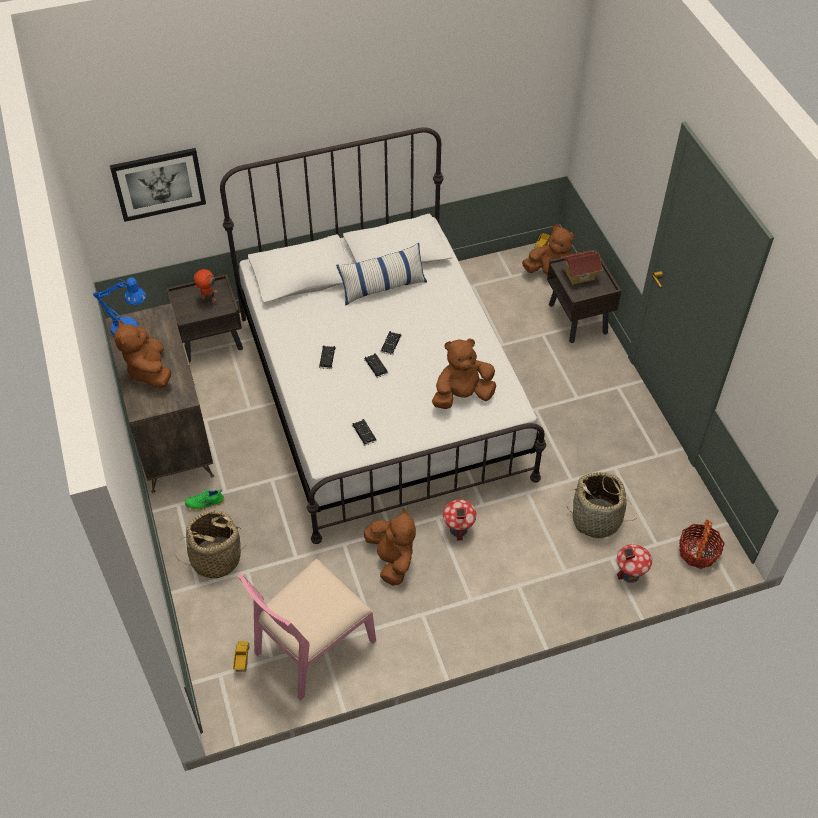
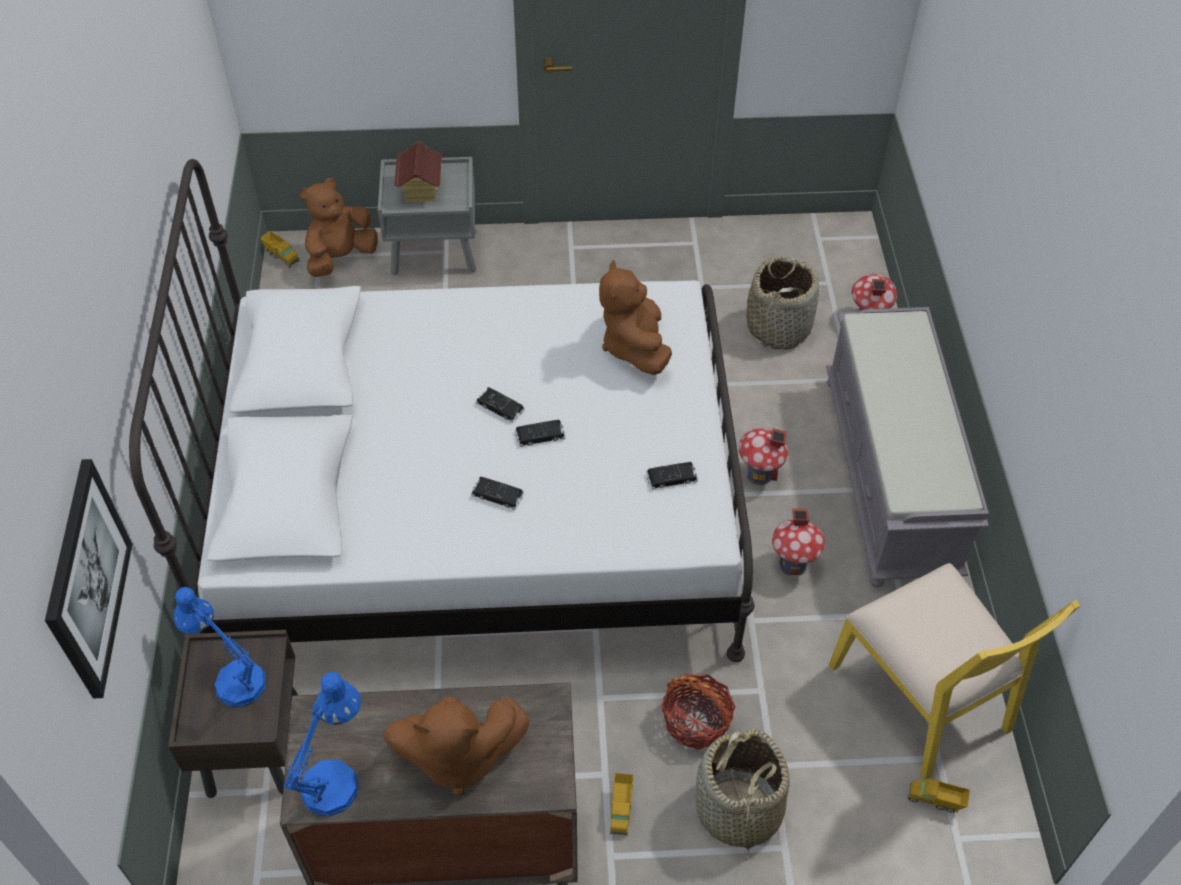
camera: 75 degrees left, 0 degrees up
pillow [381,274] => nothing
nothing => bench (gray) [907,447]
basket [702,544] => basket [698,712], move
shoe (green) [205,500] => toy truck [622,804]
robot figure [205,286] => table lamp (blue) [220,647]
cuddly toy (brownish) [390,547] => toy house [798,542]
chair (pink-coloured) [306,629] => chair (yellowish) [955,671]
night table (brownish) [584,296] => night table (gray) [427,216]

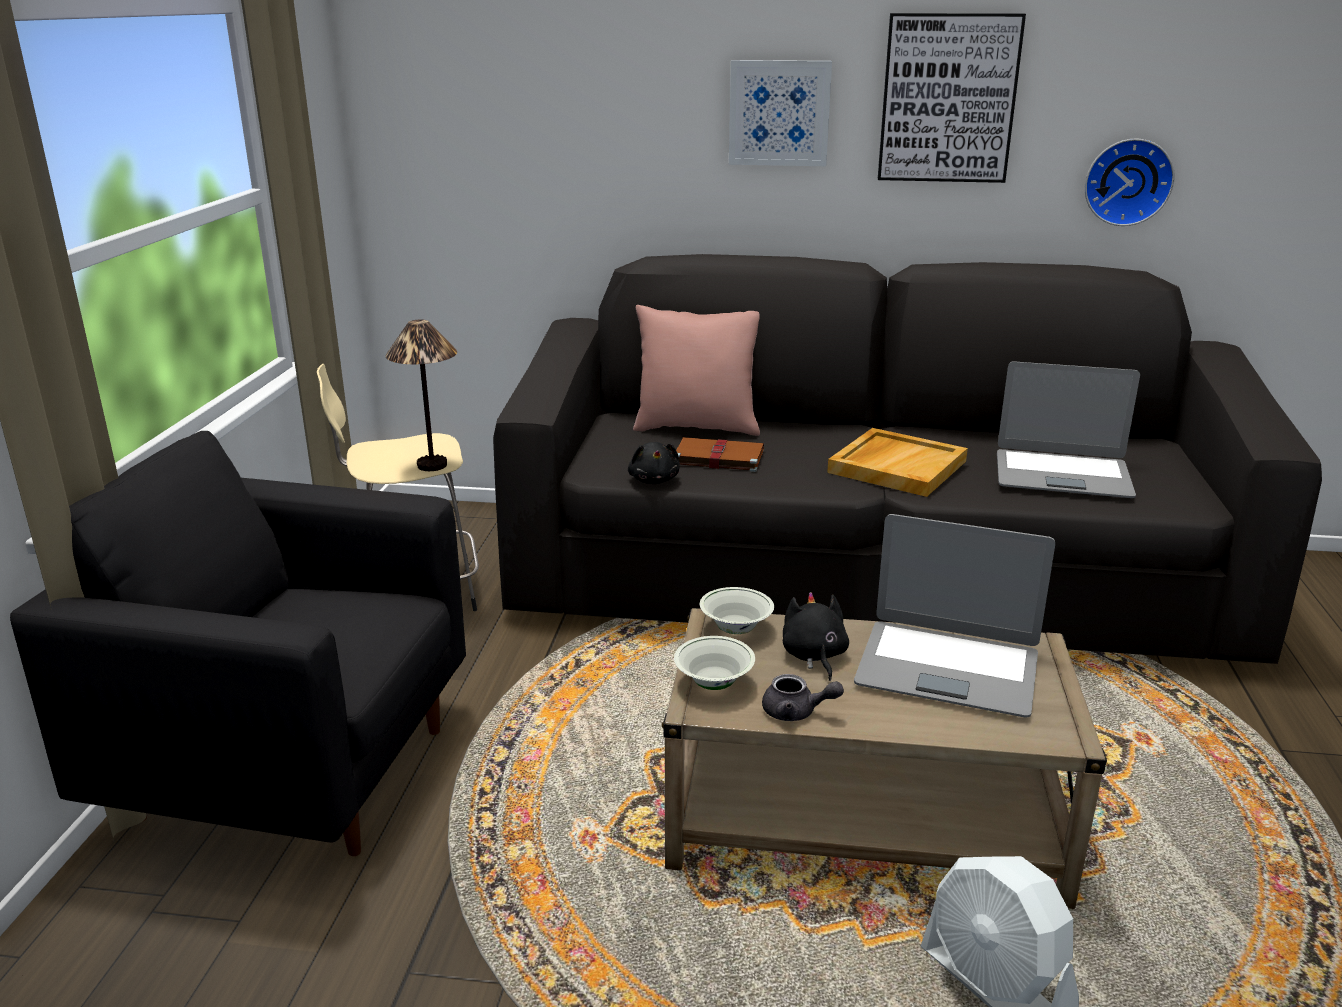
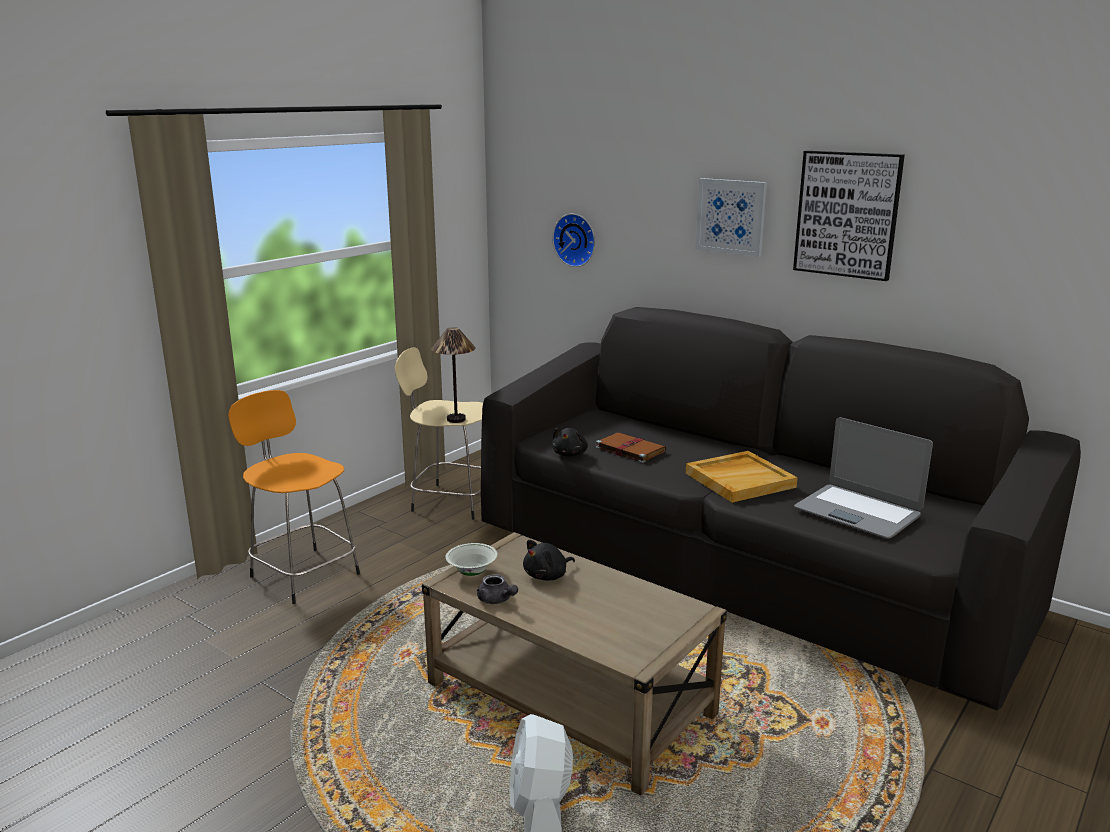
camera: 30 degrees right, 5 degrees down
pillow (pink-coloured) [696,370] => nothing
bowl (white) [737,610] => nothing
laptop [954,616] => nothing
wall clock [1130,182] => wall clock [573,240], move
lounge chair (blackish) [238,643] => sitting stool (orangey) [294,497]
cuddly toy (blackish) [816,636] => cuddly toy (blackish) [549,560], 150 degrees counterclockwise

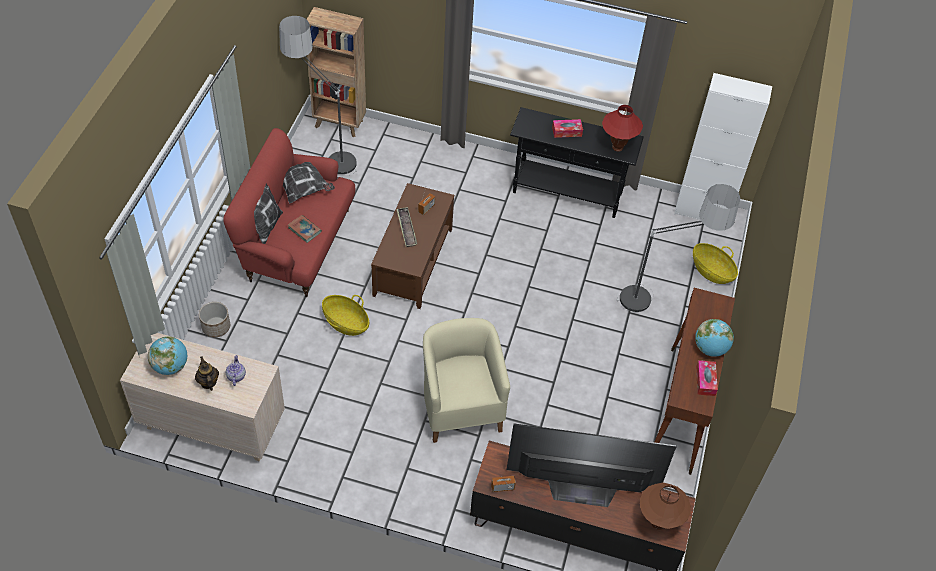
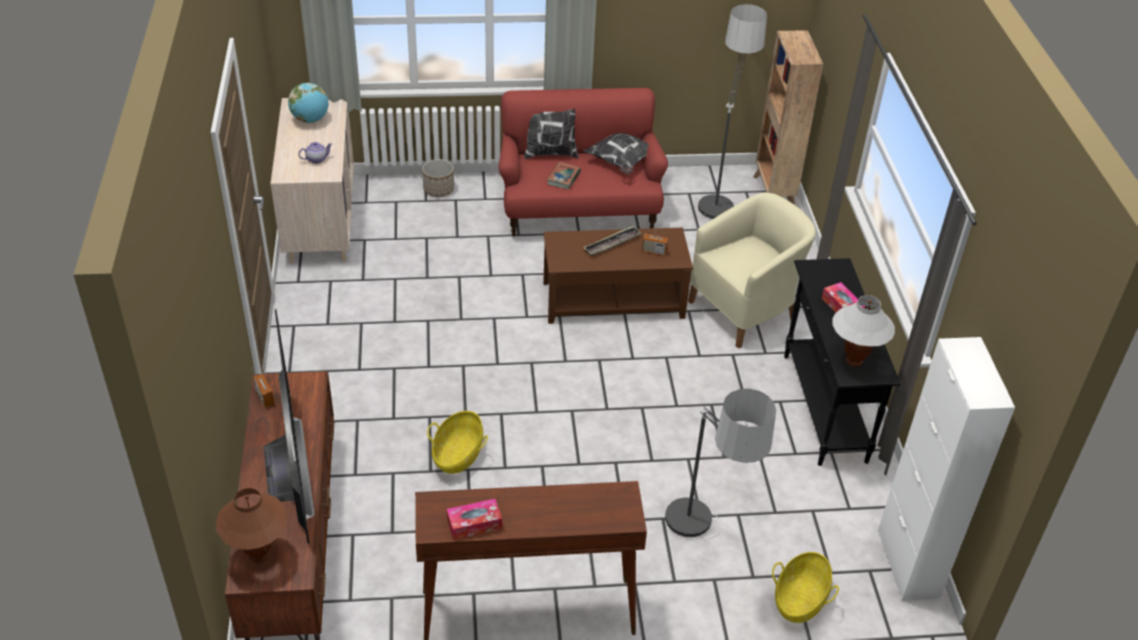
camera: 70 degrees right, 10 degrees down
teapot [207,373] => nothing
globe [714,338] => nothing
basket [345,315] => basket [457,442], move
lounge chair (sand-coloured) [466,380] => lounge chair (sand-coloured) [752,271], move
table lamp (red) [622,128] => table lamp (white) [864,331]

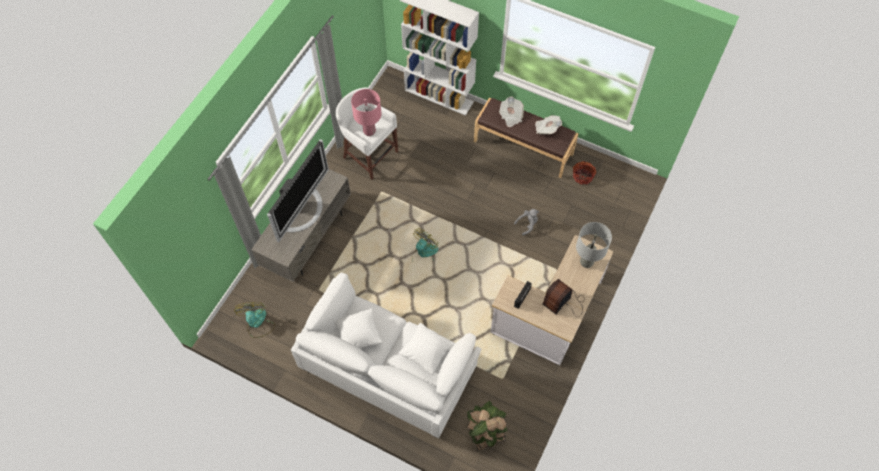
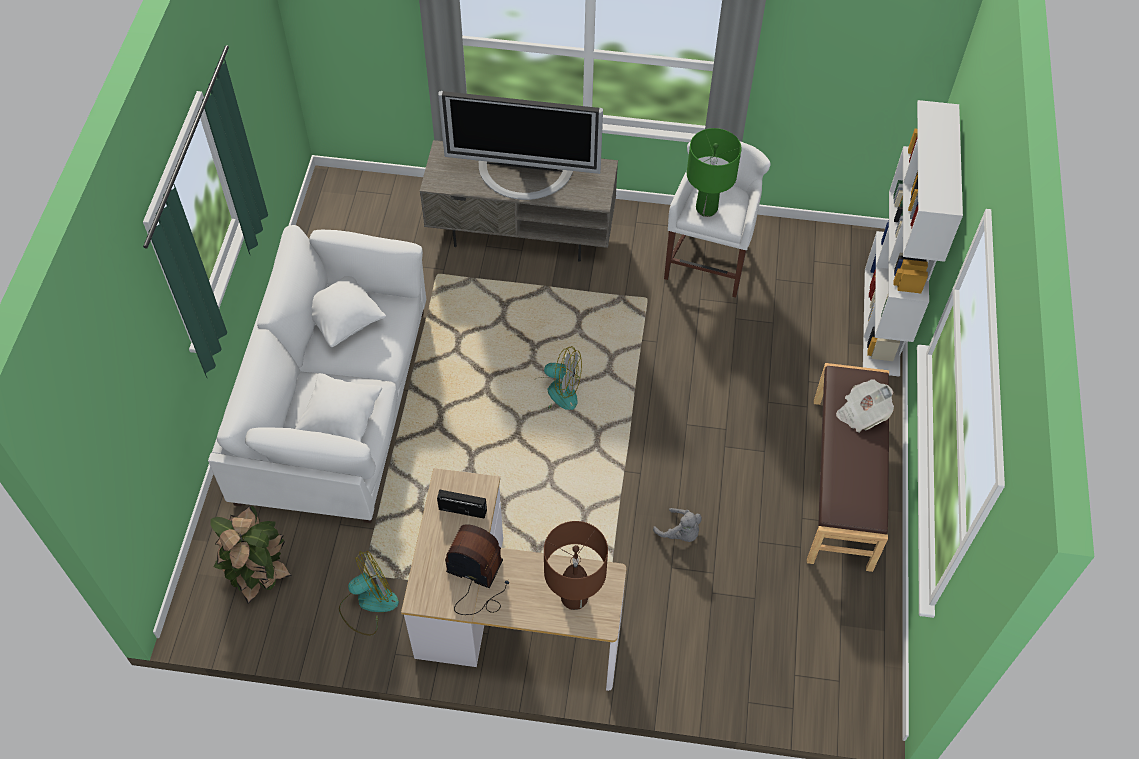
camera: 70 degrees right, 5 degrees down
printed paper [548,124] => nothing
basket [584,172] => nothing
electric fan [255,320] => electric fan [369,593], move
table lamp (pink-coloured) [366,112] => table lamp (green) [714,172]
table lamp (gray) [594,245] => table lamp (brownish) [576,565]

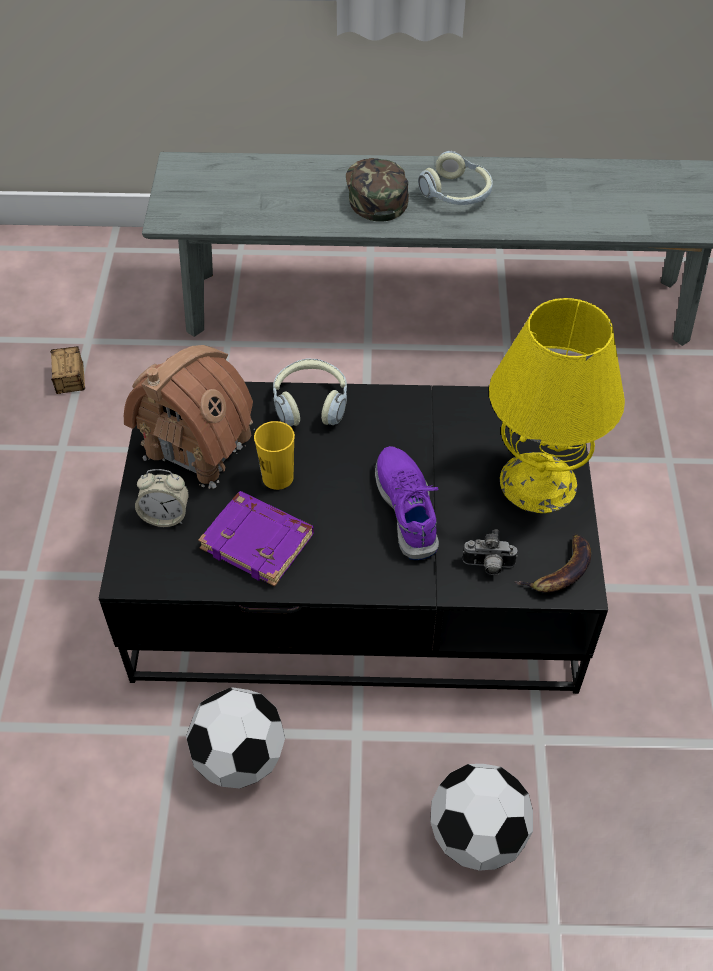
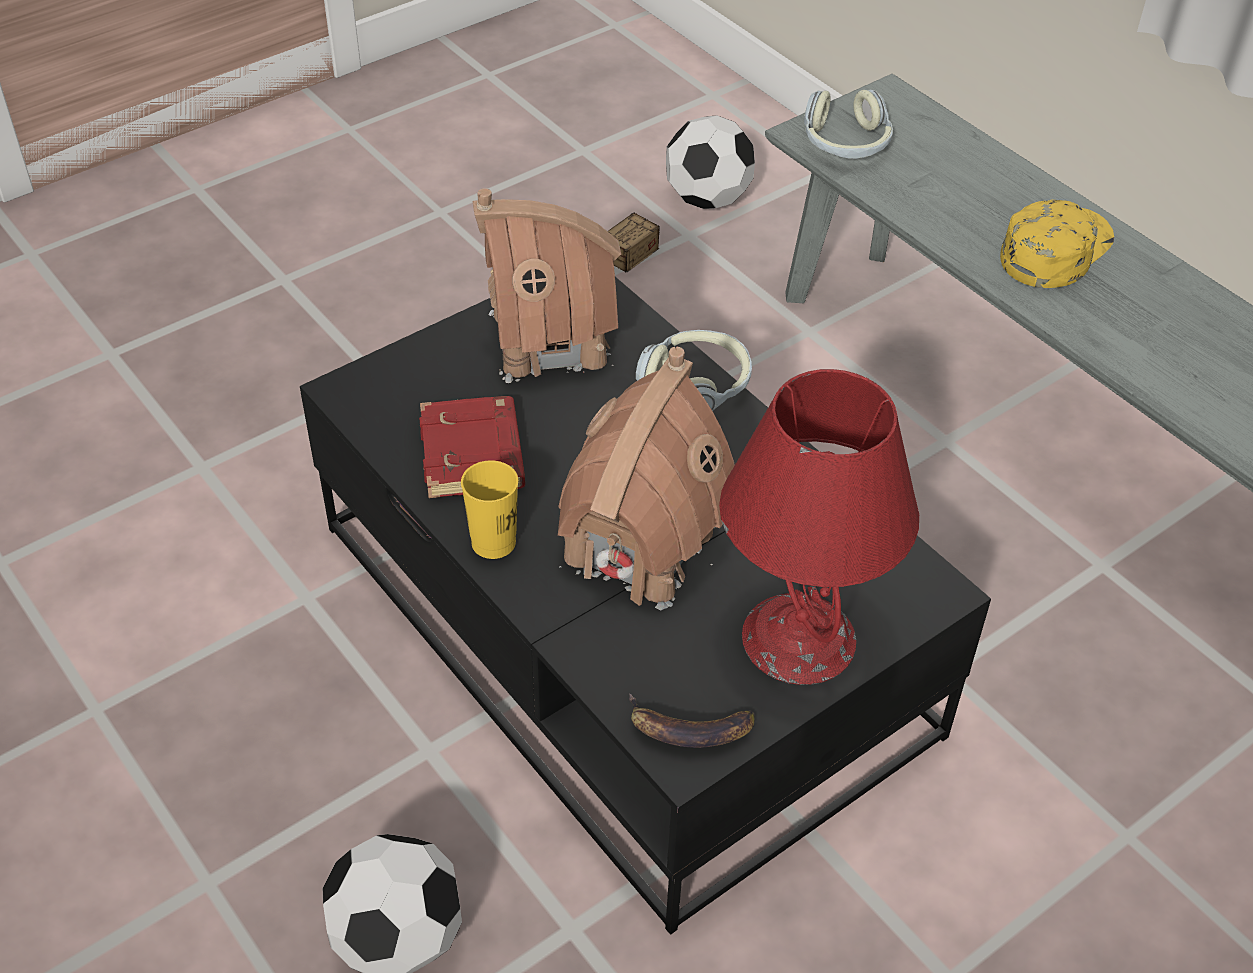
camera: 50 degrees right, 5 degrees down
table clock [162,498] => nothing
photo camera [490,552] => nothing
ball for football [235,738] => ball for football [710,162], move
cup (yellowish) [274,455] => cup (yellowish) [489,509], move
headphones [455,178] => headphones [848,124], move
shoe (purple) [407,503] => toy house [646,479]
book (purple) [256,539] => book (red) [472,447]
peaked cap (green) [377,190] => peaked cap (yellowish) [1057,244]
table lamp (yellowish) [557,405] => table lamp (red) [819,527]

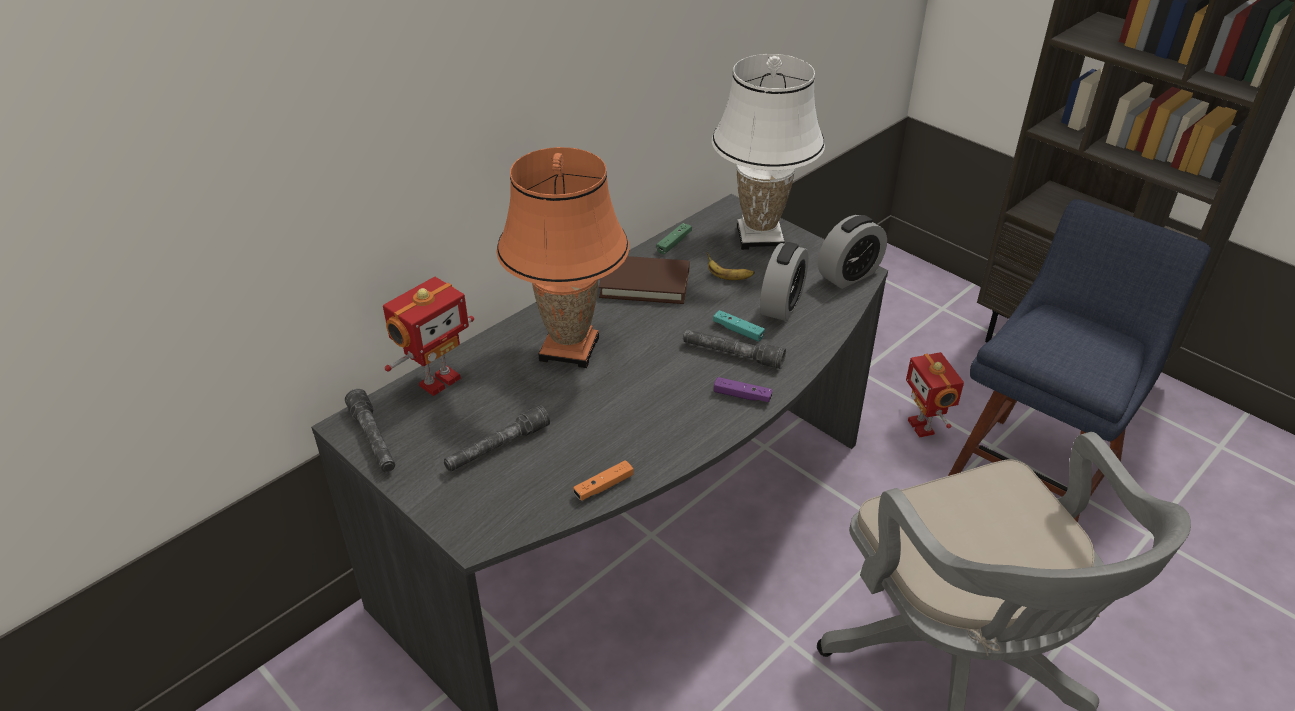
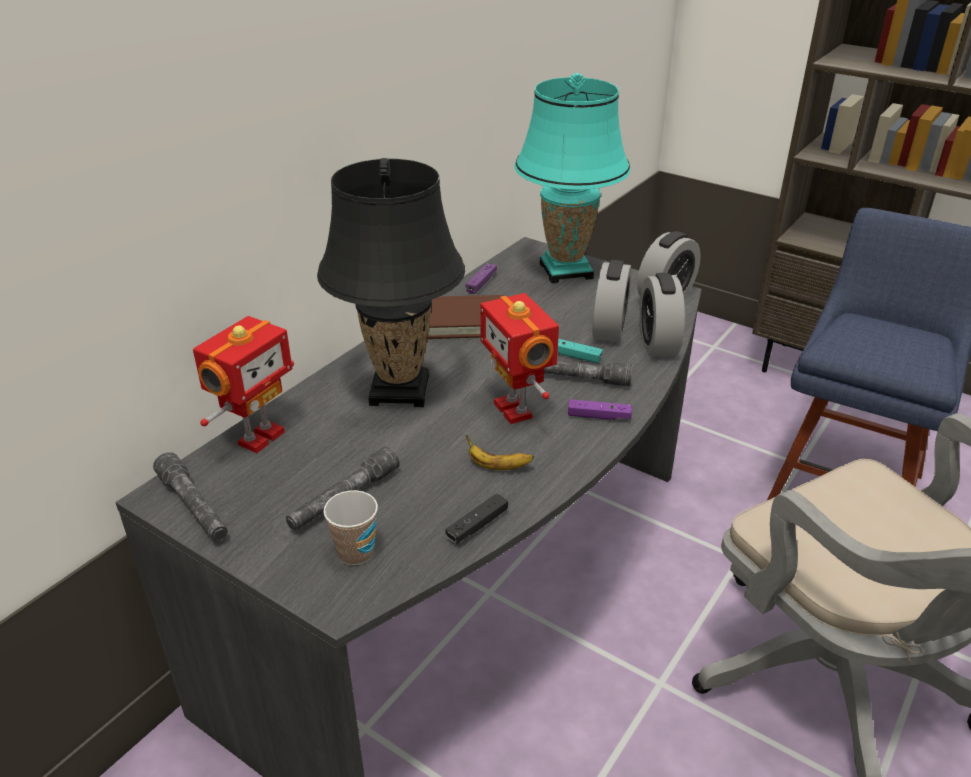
camera: 10 degrees left, 5 degrees down
nothing => cup [350,527]
nothing => table clock [662,314]
banana fruit [731,266] => banana fruit [500,452], move
robot figure [935,395] => robot figure [519,358], move
table lamp (orangey) [563,257] => table lamp (blackish) [391,282]
gamepad (orangey) [603,480] => gamepad (blackish) [476,518]
gamepad (green) [674,238] => gamepad (purple) [481,278]
table lamp (white) [768,152] => table lamp (blue-green) [572,178]

